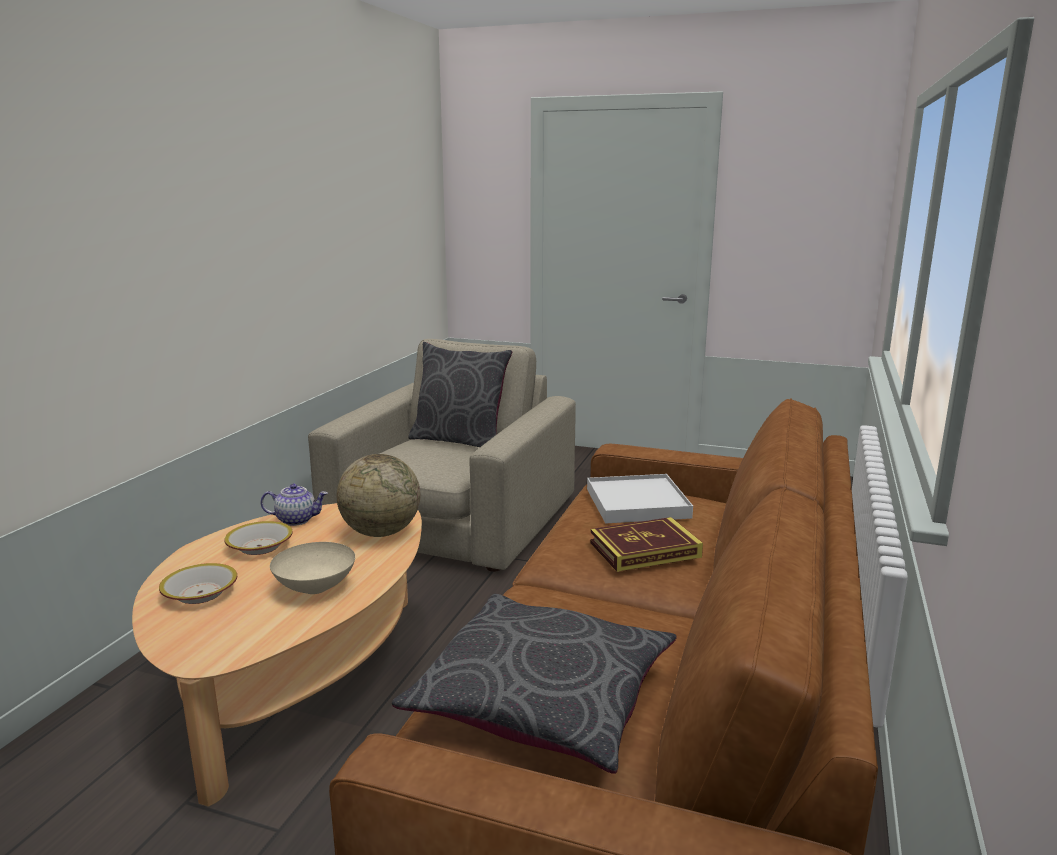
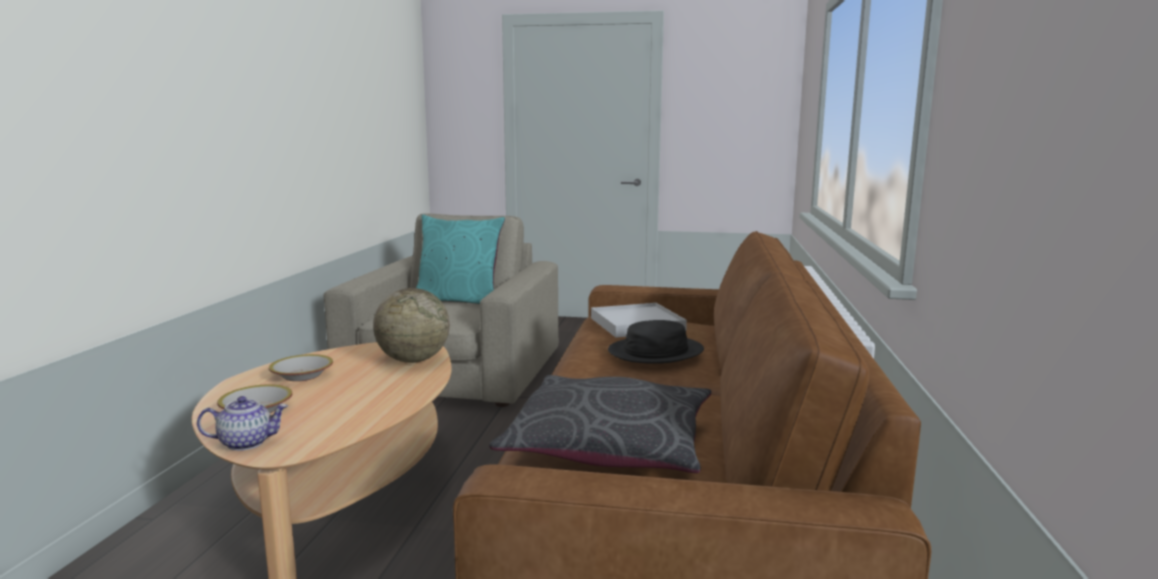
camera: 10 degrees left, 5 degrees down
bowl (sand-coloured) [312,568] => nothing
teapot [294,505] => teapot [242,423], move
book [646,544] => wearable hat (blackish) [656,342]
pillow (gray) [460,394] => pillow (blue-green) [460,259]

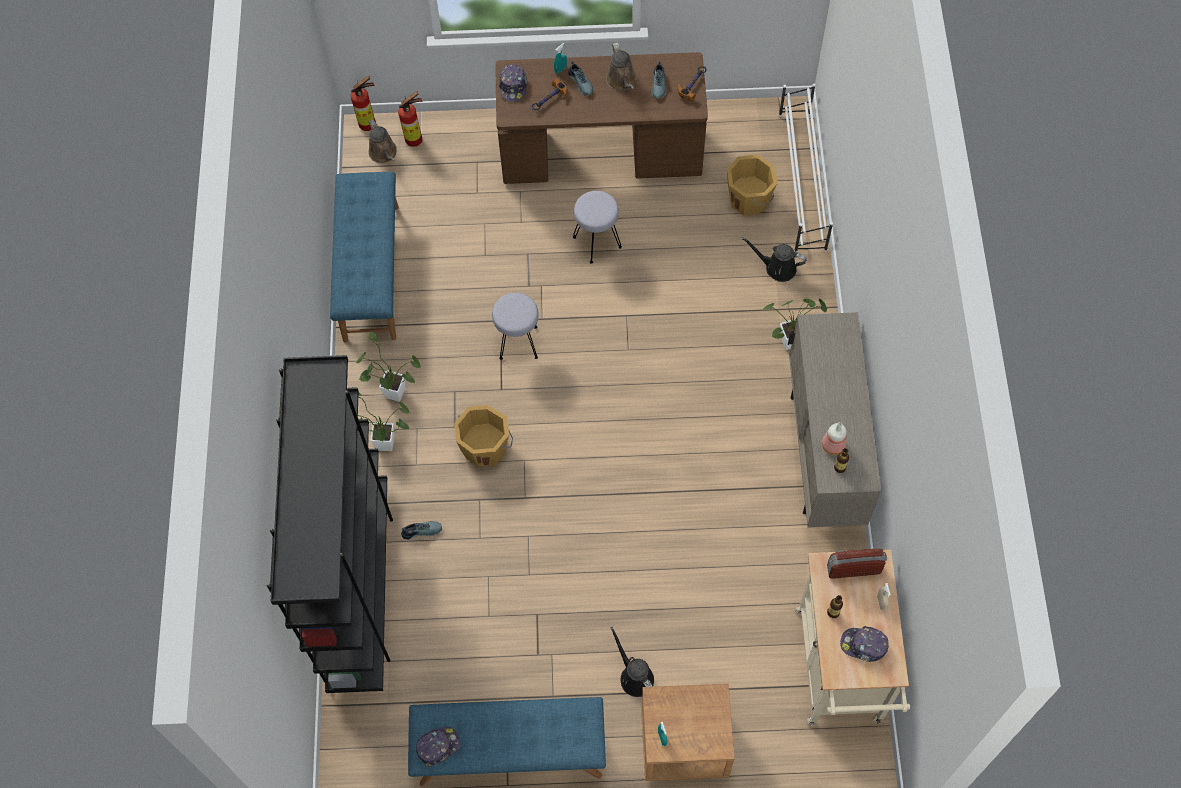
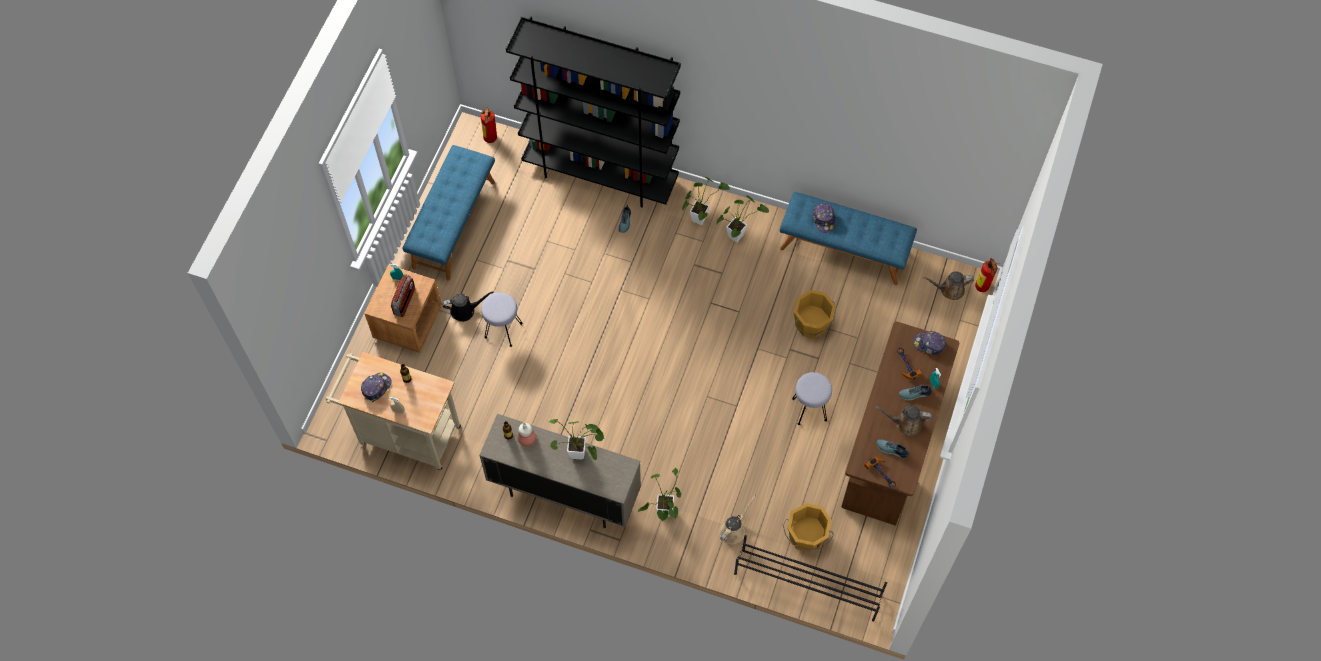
camera: 110 degrees right, 0 degrees up
nothing => potted plant [576,440]
fire-fighting cylinder [410,119] => fire-fighting cylinder [489,125], move
peaked cap [438,747] => peaked cap [824,218], move
pail (orangey) [483,436] => pail (orangey) [815,314], move
sitting stool (gray) [515,326] => sitting stool (gray) [501,319], move
radio [857,564] => radio [403,295], move
watering can (blackish) [774,260] => watering can (sand-coloured) [738,519]
shoe stand (white) [806,168] => shoe stand (blackish) [810,578]

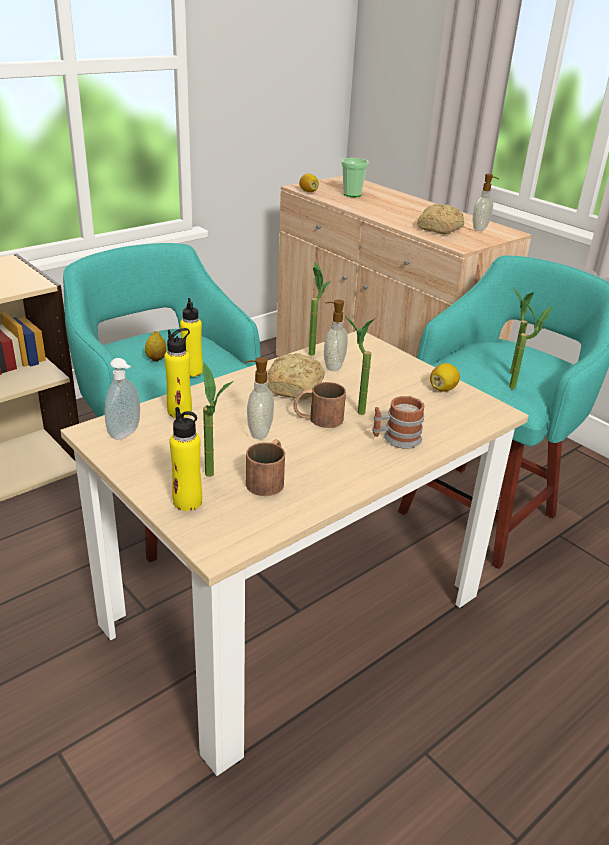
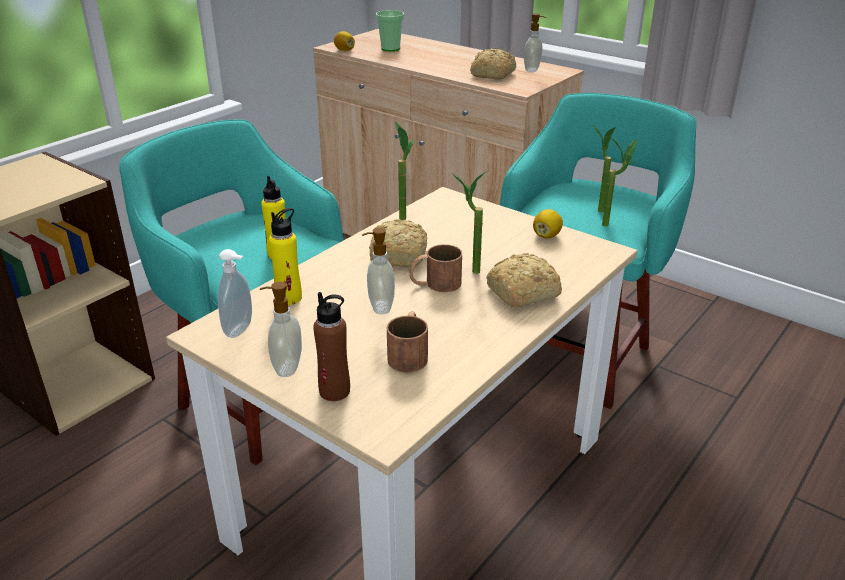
camera: 10 degrees left, 0 degrees up
whole lemon [156,346] => nothing
potted plant [218,420] => nothing
liquid soap bottle [336,335] => liquid soap bottle [281,329], move
coffee mug [398,422] => baked bread [524,280]
drink bottle (yellowish) [186,459] => drink bottle (brownish) [331,346]

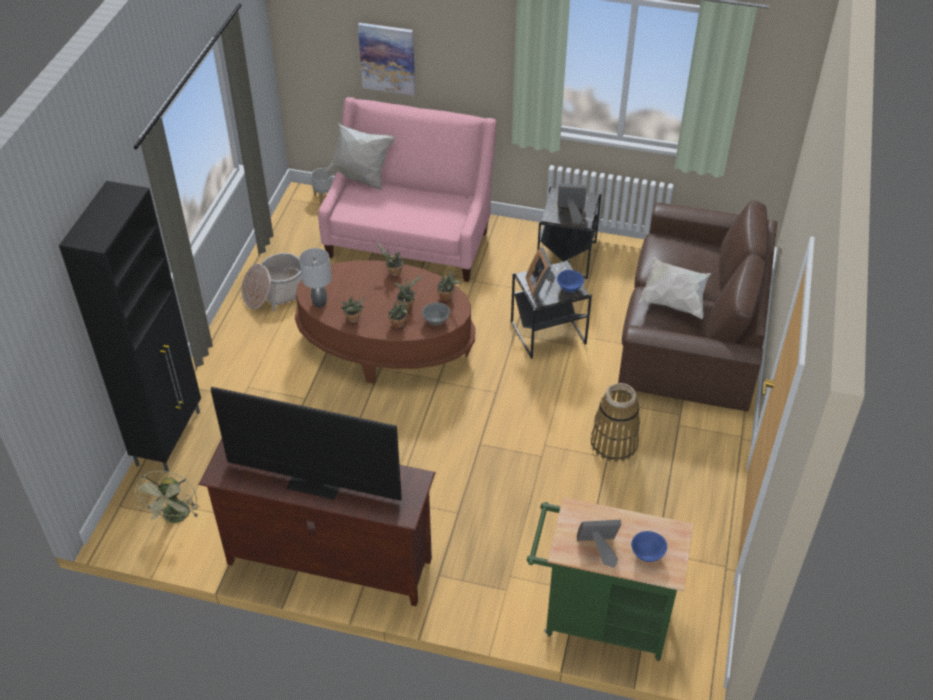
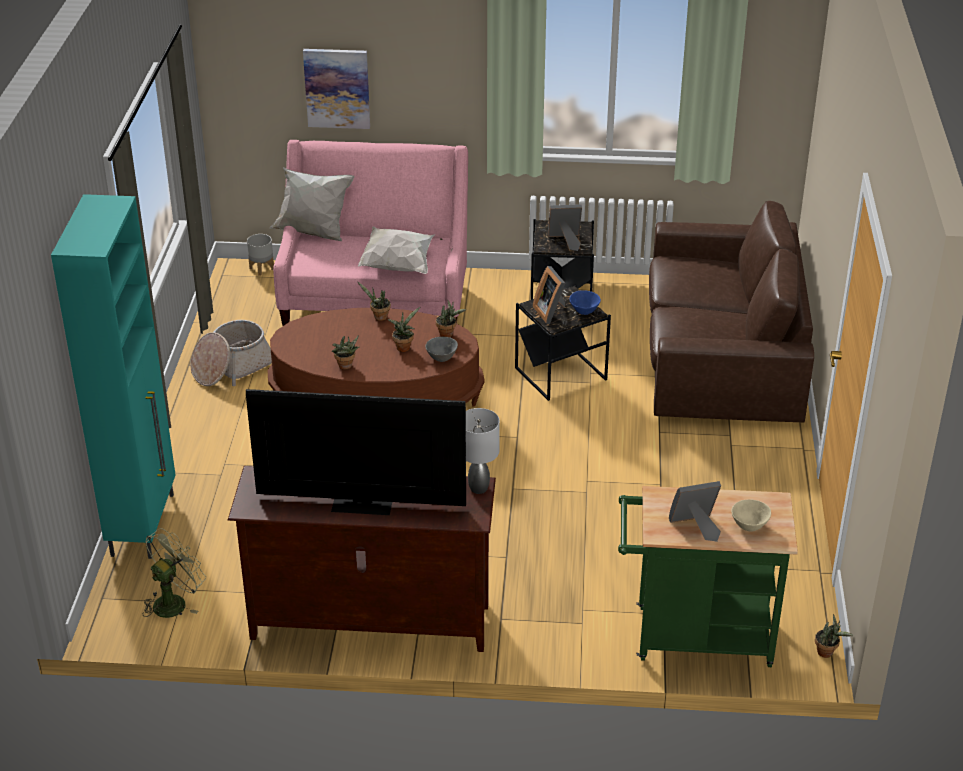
camera: 10 degrees left, 10 degrees down
basket [615,422] => nothing
table lamp (gray) [315,278] => table lamp (gray) [483,451], move
potted plant [398,312] => potted plant [834,636], move
pillow (white) [675,288] => pillow (white) [396,250], move
storage cabinet (blackish) [130,327] => storage cabinet (blue-green) [113,376]
bowl (blue) [649,546] => bowl (sand-coloured) [751,515]
electric fan (green) [166,497] => electric fan (green) [174,573], 135 degrees counterclockwise

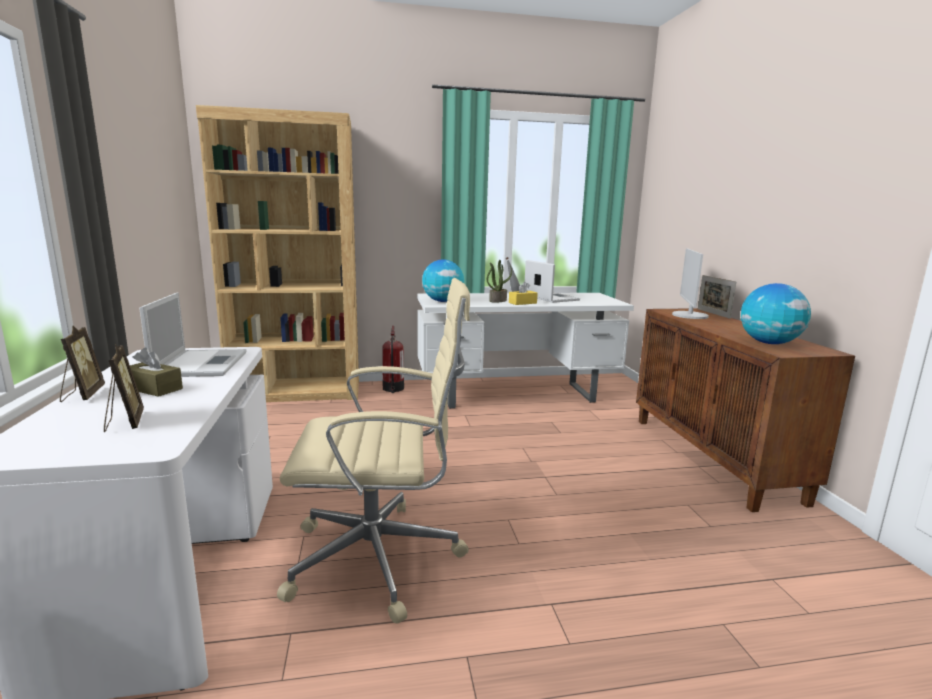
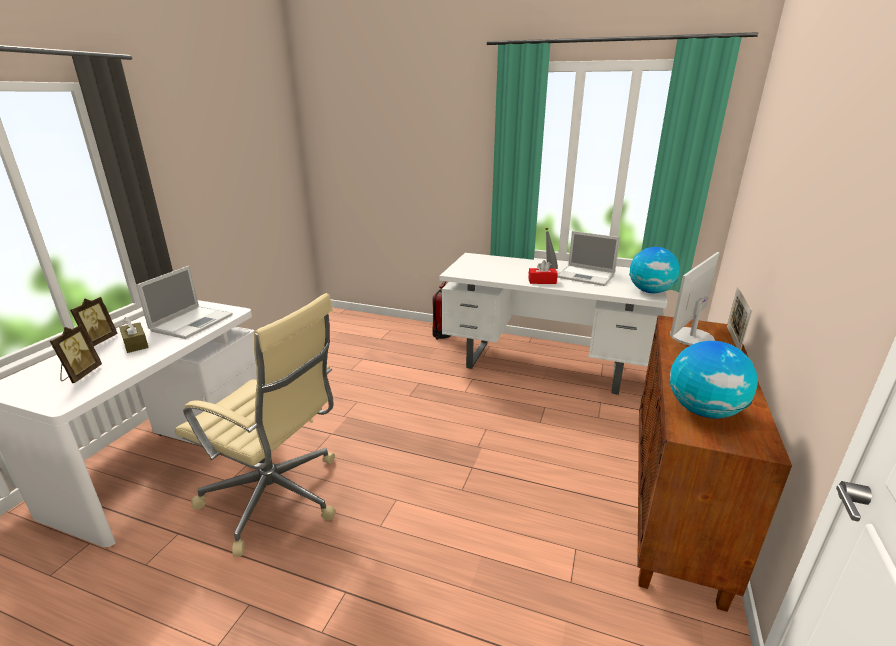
camera: 30 degrees right, 10 degrees up
bookshelf (brownish) [277,253] => nothing
potted plant [499,281] => nothing
globe [443,281] => globe [654,270], move
tissue holder (yellowish) [523,293] => tissue holder (red) [543,272]
laptop [552,281] => laptop [588,258], 120 degrees clockwise

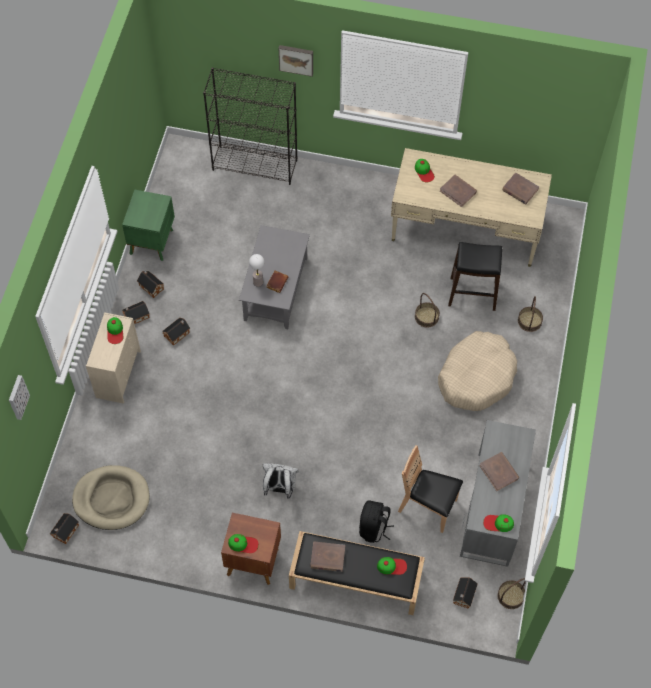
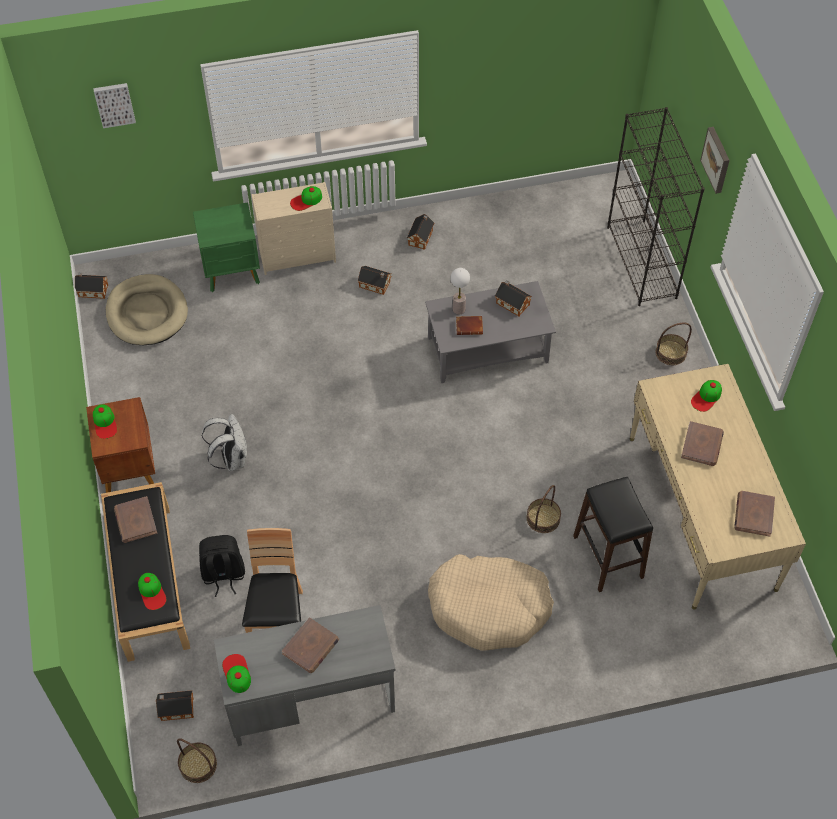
camera: 65 degrees right, 5 degrees down
night table (green) [148,225] => night table (green) [226,247], move
toy house [136,312] => toy house [513,298], move
basket [530,314] => basket [673,344], move

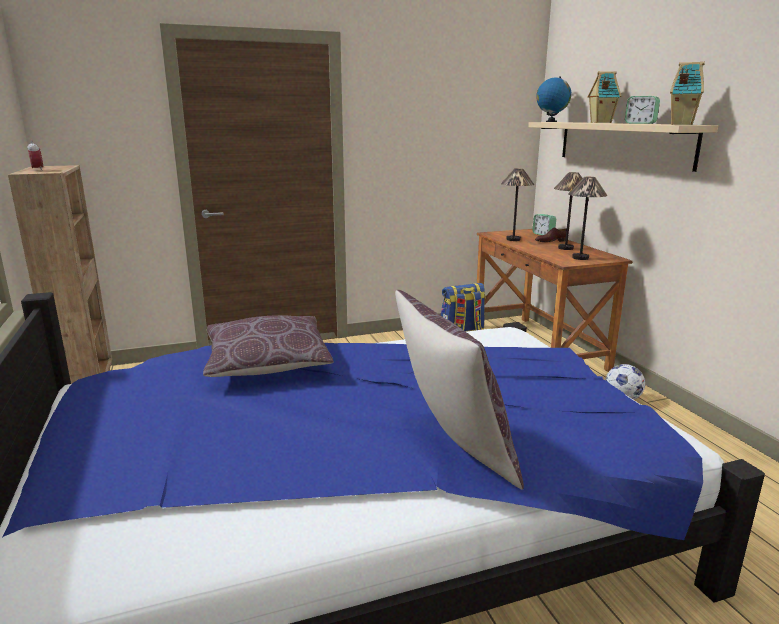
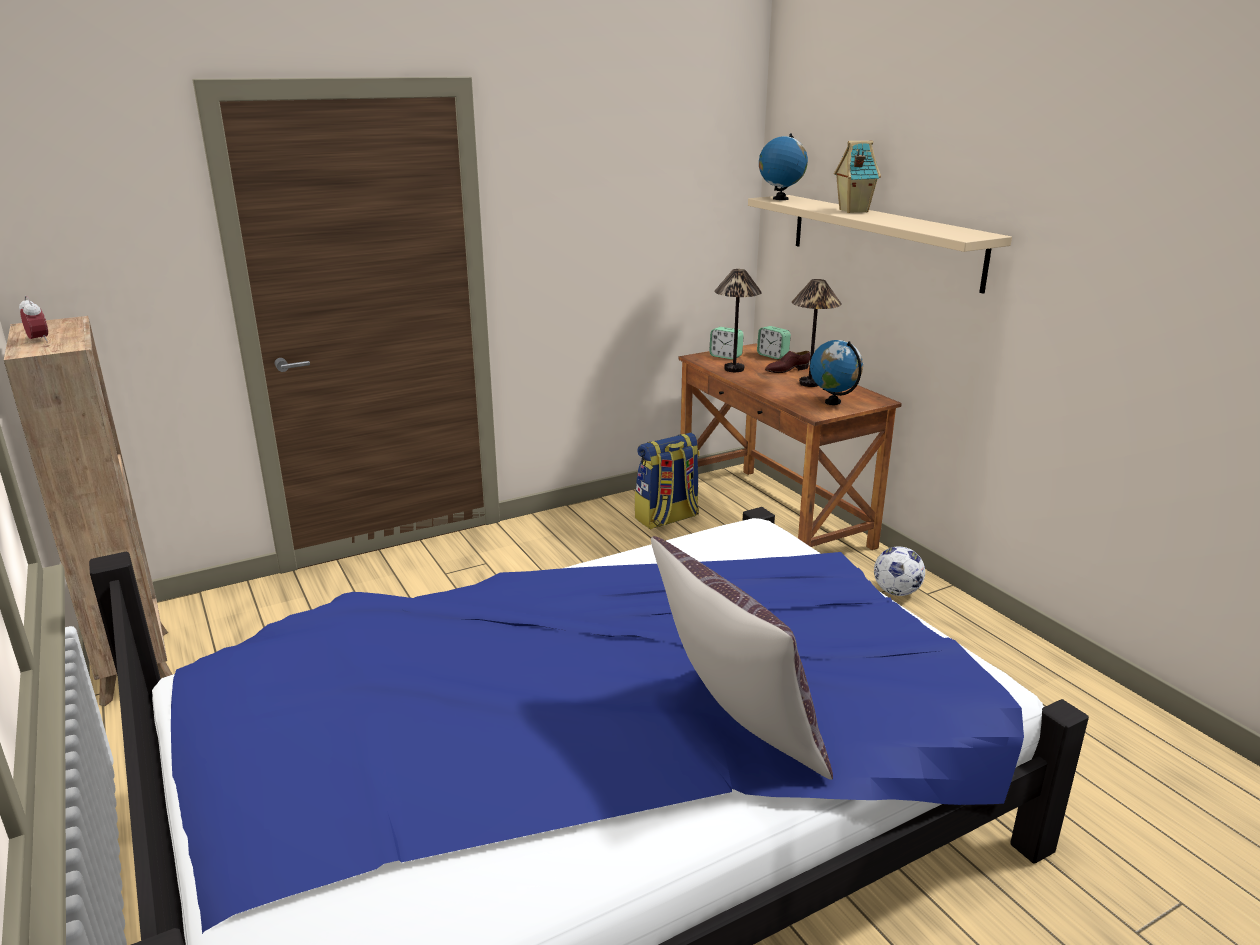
camera: 10 degrees left, 5 degrees up
pillow (brownish) [268,346] => nothing
toy house [687,93] => nothing
table clock [642,110] => table clock [726,343], move
table lamp [587,218] => globe [836,372]

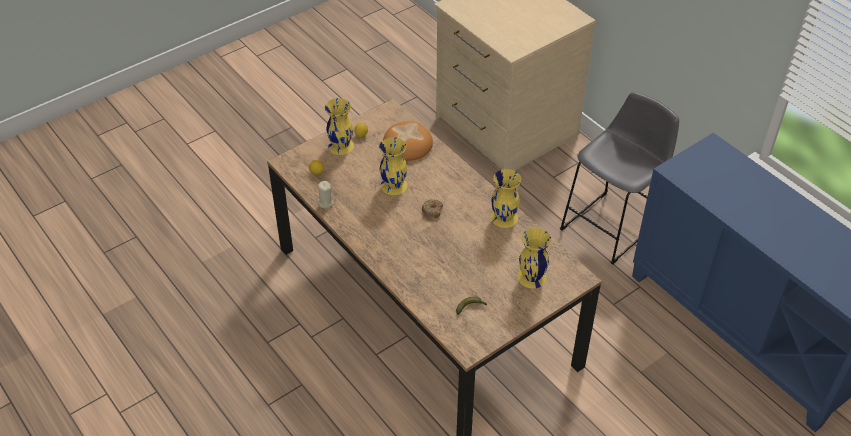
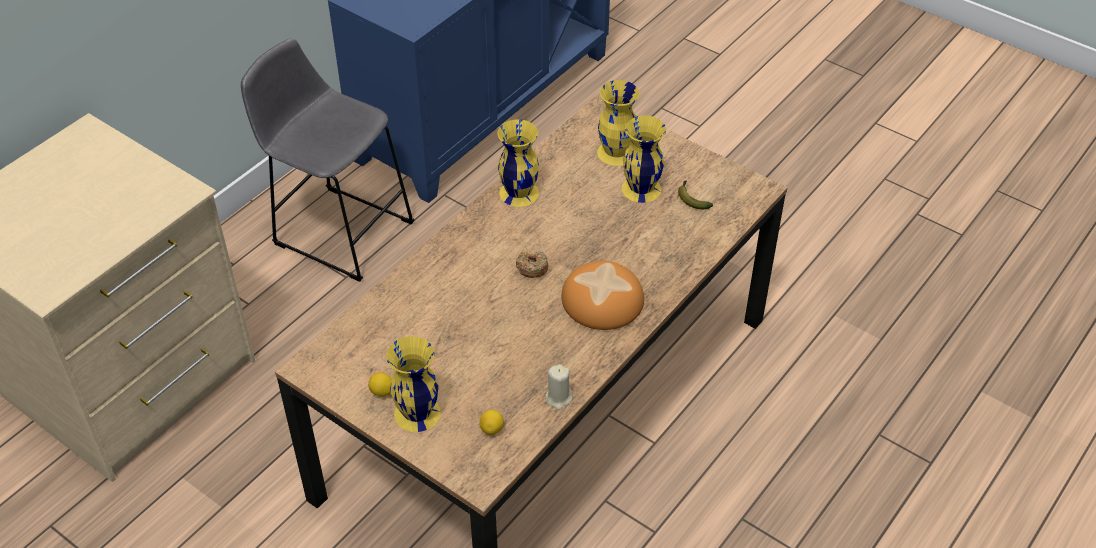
camera: 105 degrees left, 0 degrees up
flower vase (yellowish) [393,166] => flower vase (yellowish) [644,159], move
baked bread [408,141] => baked bread [602,295], move

